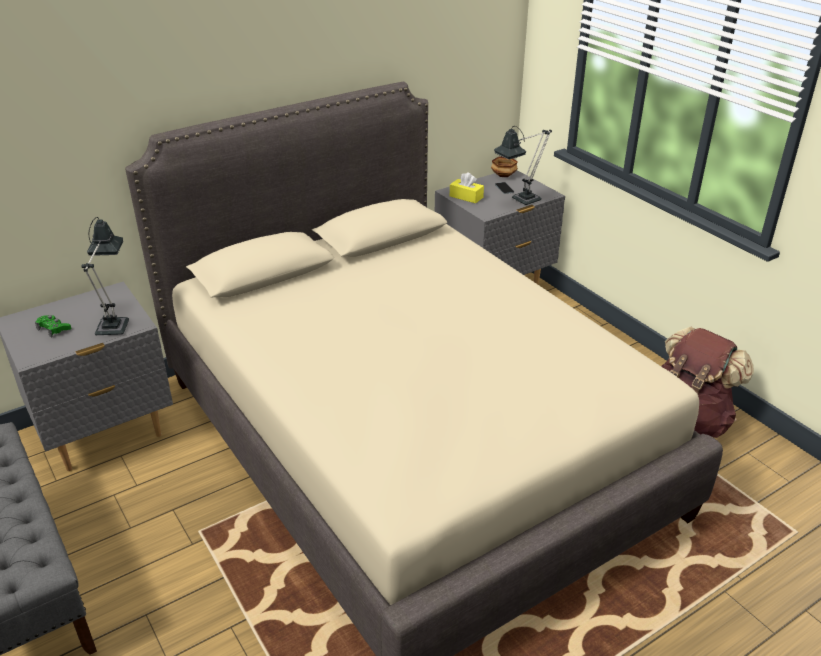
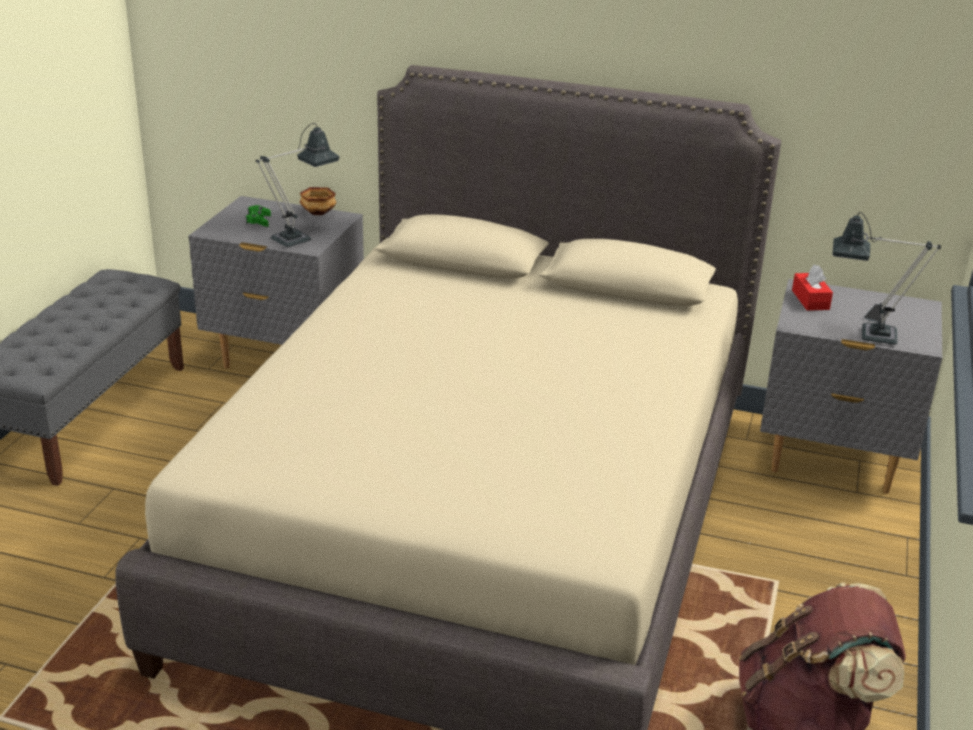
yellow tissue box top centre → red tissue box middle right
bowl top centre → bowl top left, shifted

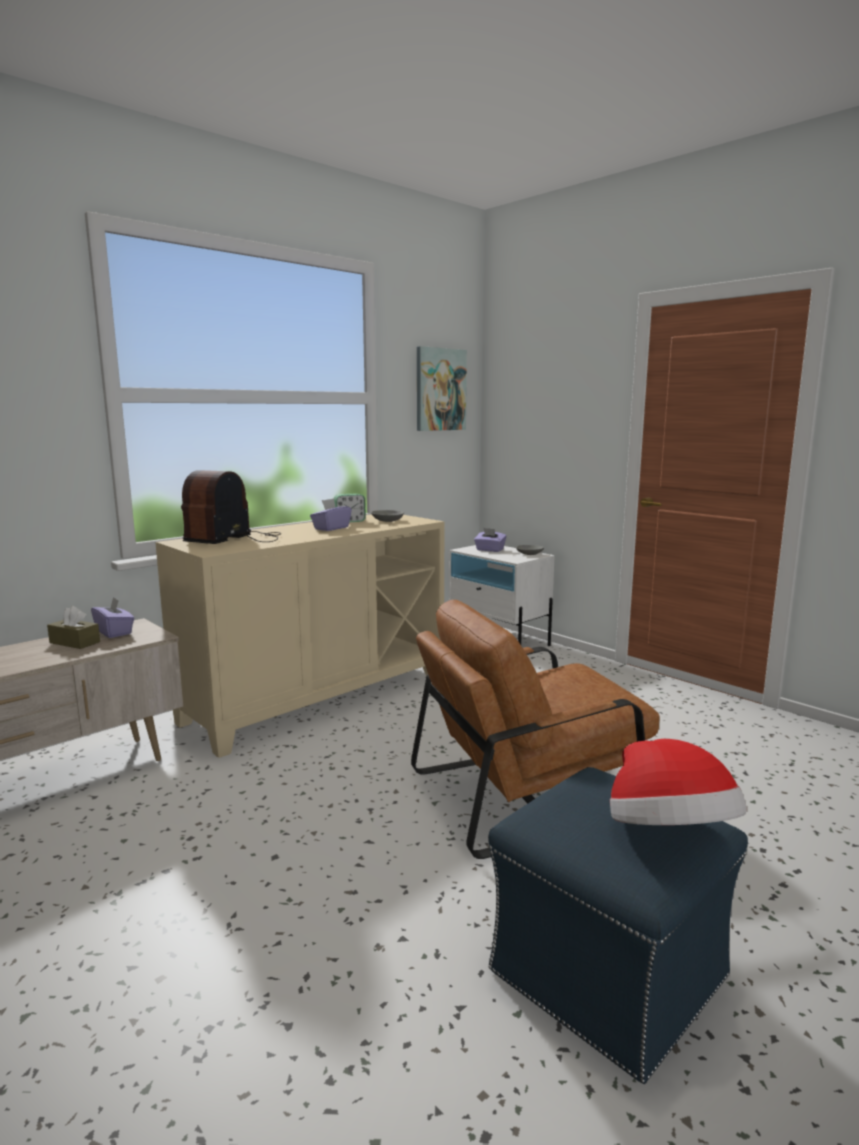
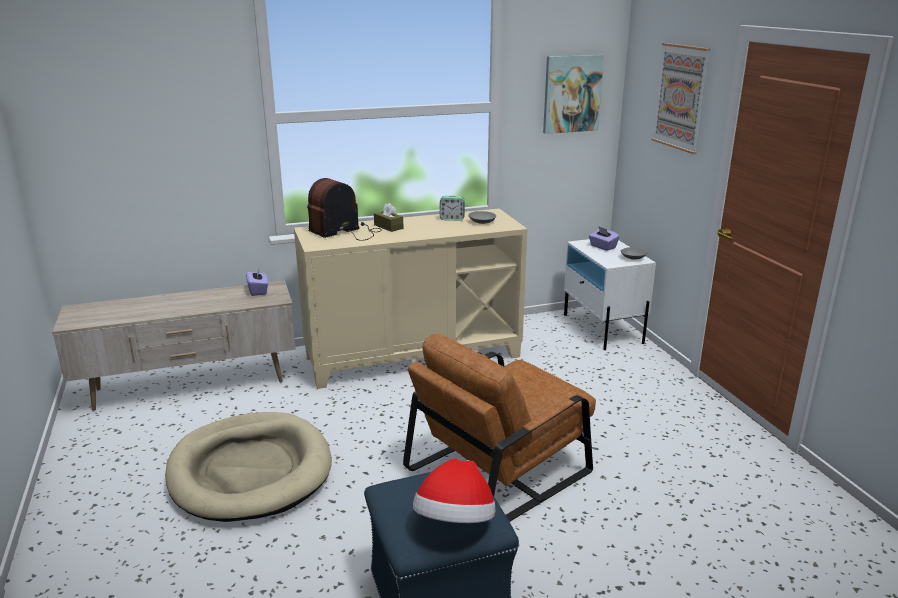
brown tissue box middle left → brown tissue box centre, shifted
purple tissue box (no. 2 from left) centre → -
brown armchair centre → brown armchair bottom centre, 45 degrees counterclockwise
- → beige dog bed bottom left
- → picture (no. 2 from left) top right

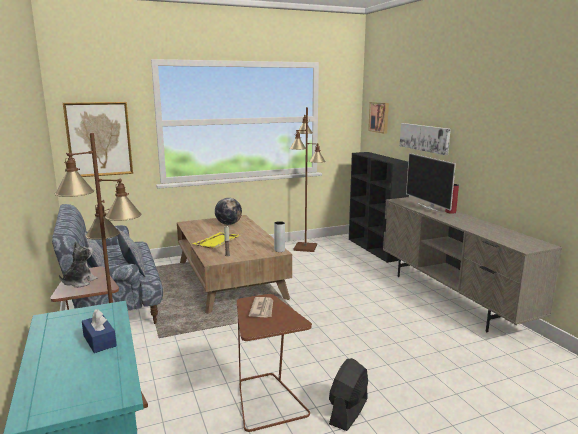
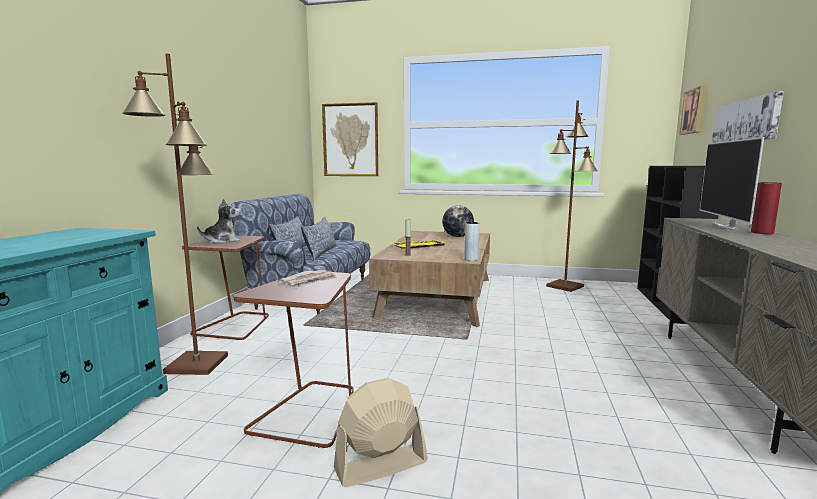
blue tissue box bottom left → -
black fan bottom centre → beige fan bottom centre

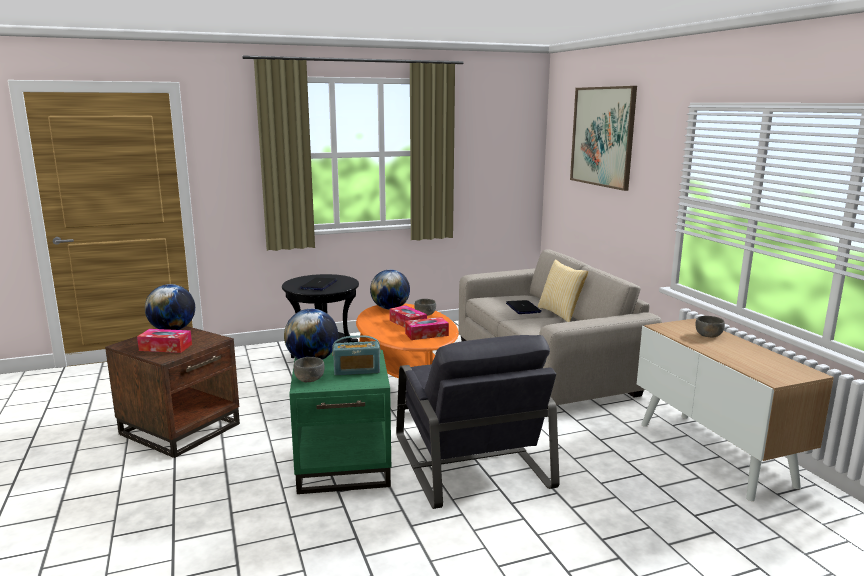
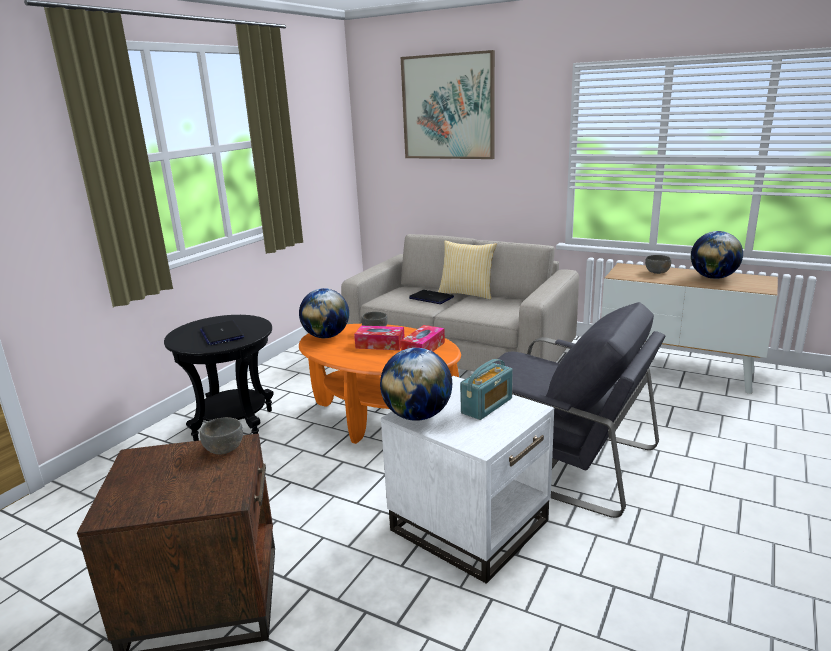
tissue box (no. 1 from left) middle left → -
globe (no. 1 from left in the first image) middle left → globe (no. 3 from left) middle right, shifted
green side table bottom centre → white side table bottom centre
grey bowl (no. 1 from left) centre → grey bowl (no. 1 from left) bottom left, shifted

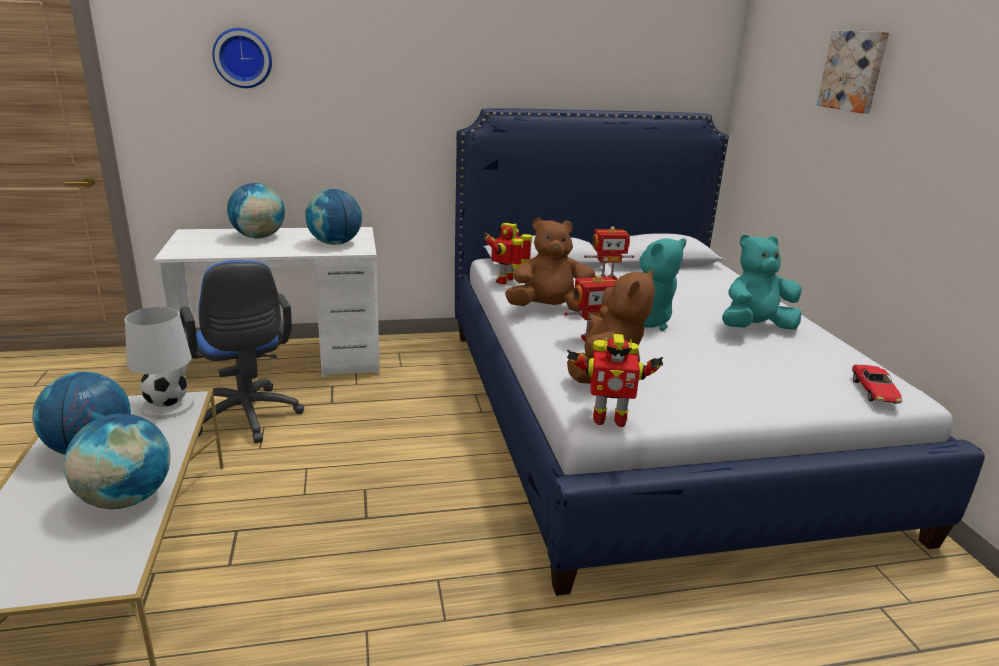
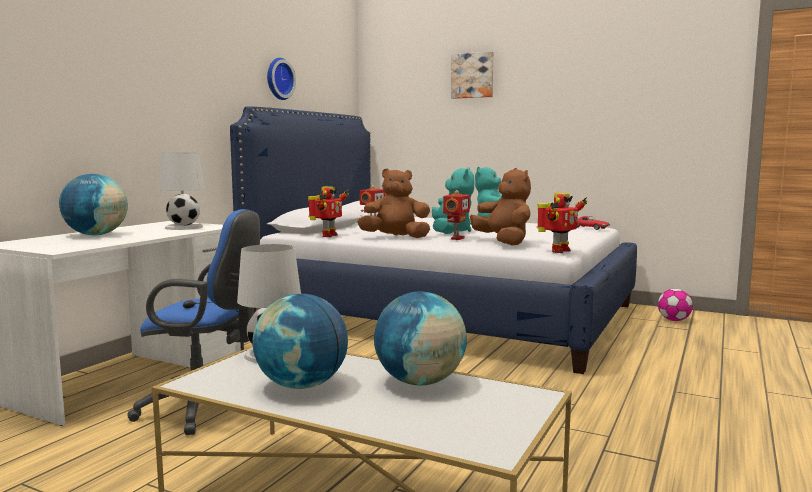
wall clock top left → wall clock top centre, shifted
globe (no. 4 from left) top centre → white table lamp (no. 1 from left) middle left
toy robot (no. 1 from left) centre, 135 degrees counterclockwise
brown plush toy (no. 1 from left) centre, 60 degrees clockwise
- → football middle right

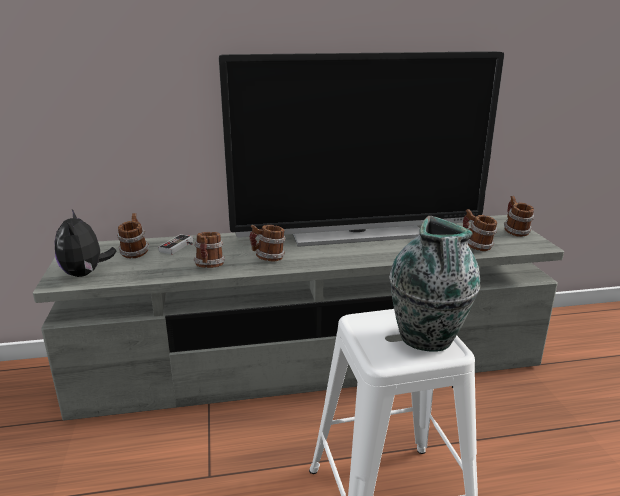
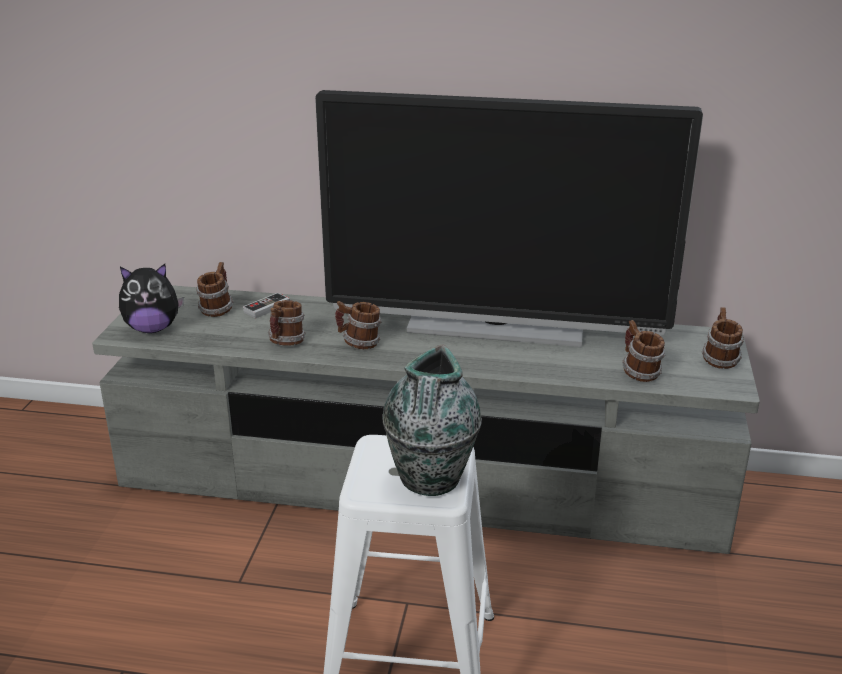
plush toy middle left, 105 degrees counterclockwise

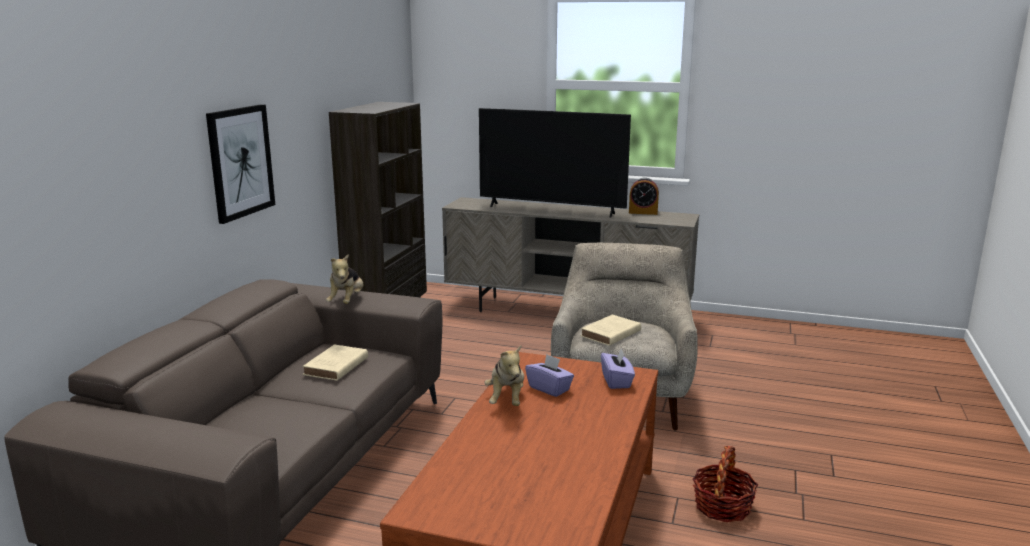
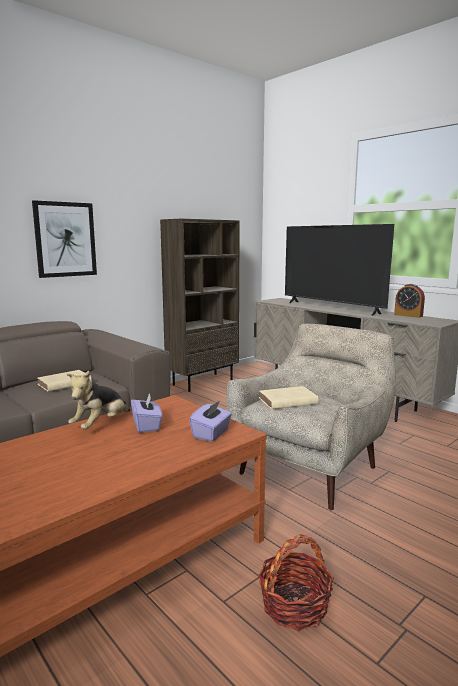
plush toy (no. 1 from left) centre → -

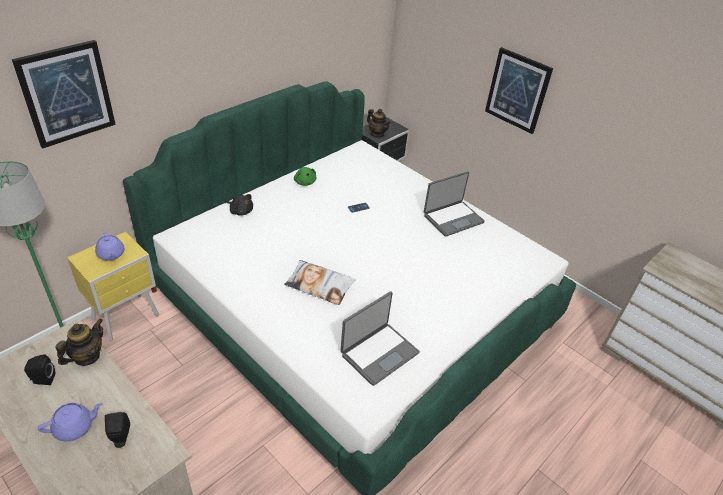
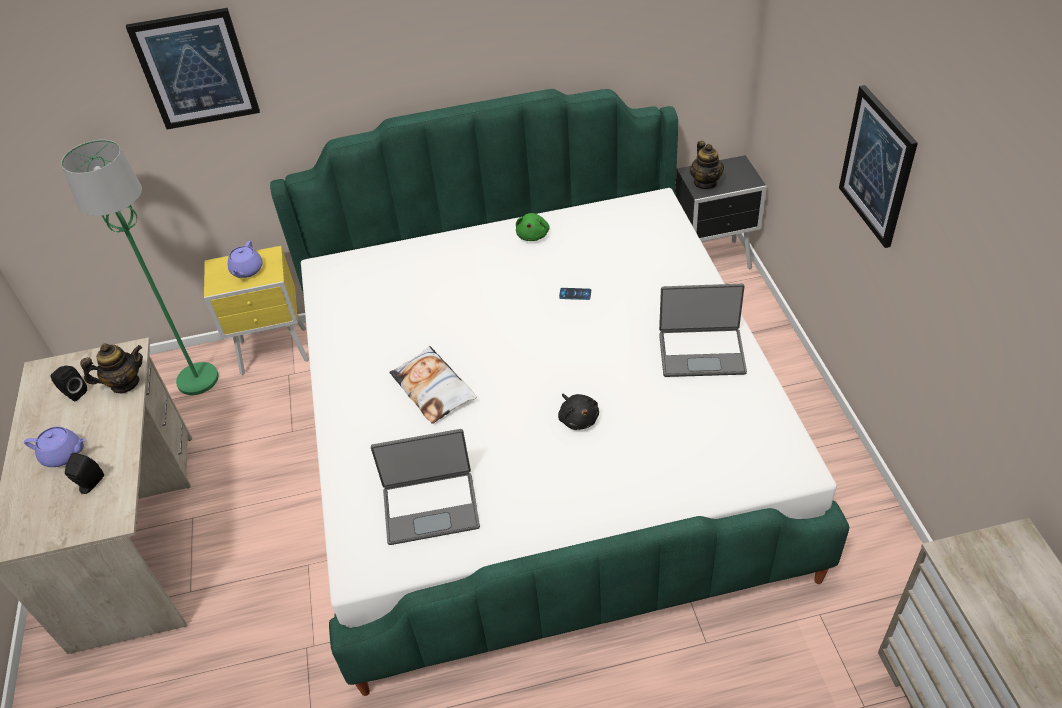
black plush toy middle left → black plush toy centre, shifted

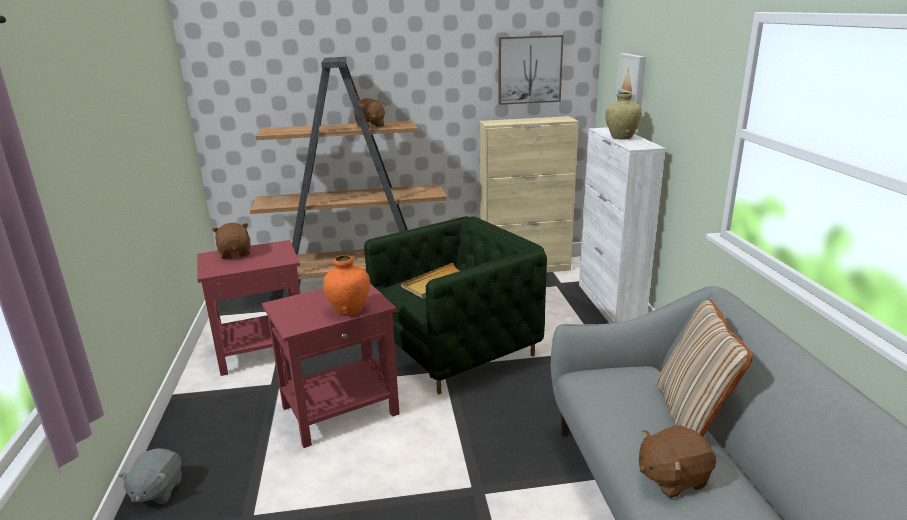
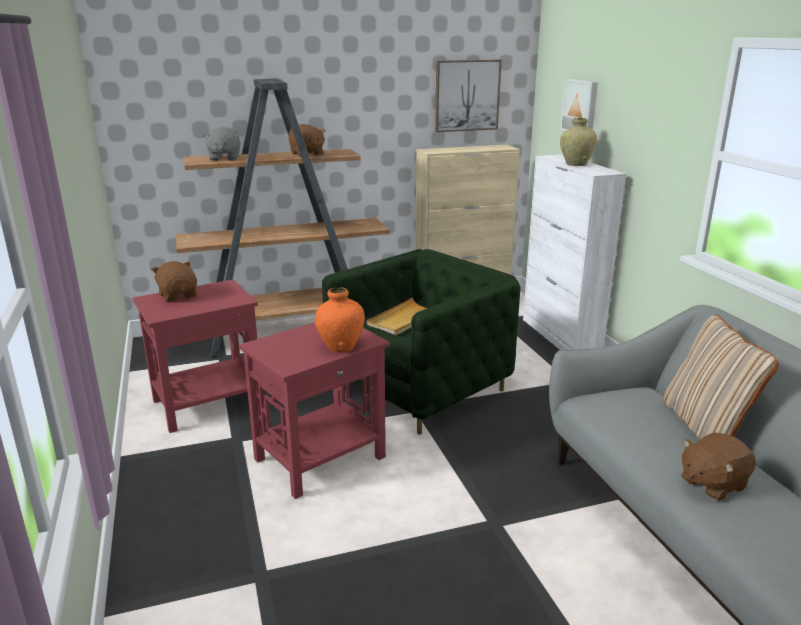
grey plush toy bottom left → grey plush toy top left, shifted

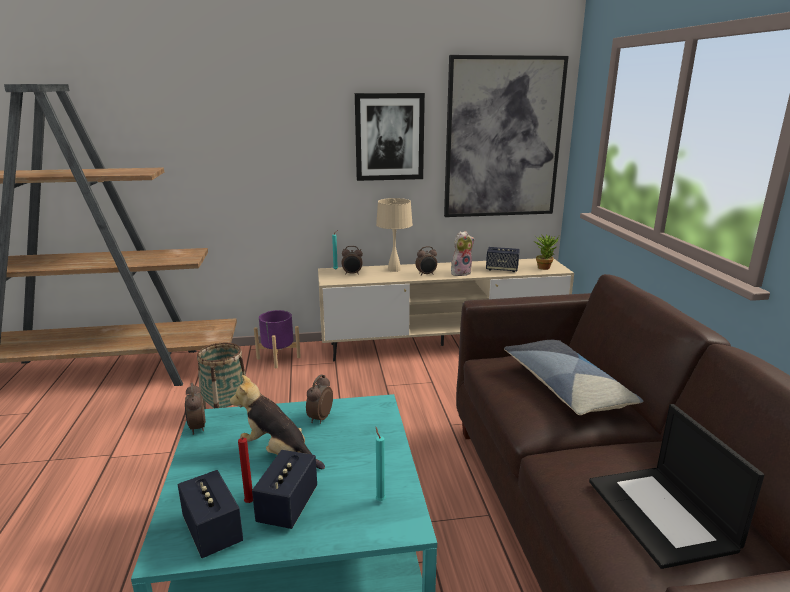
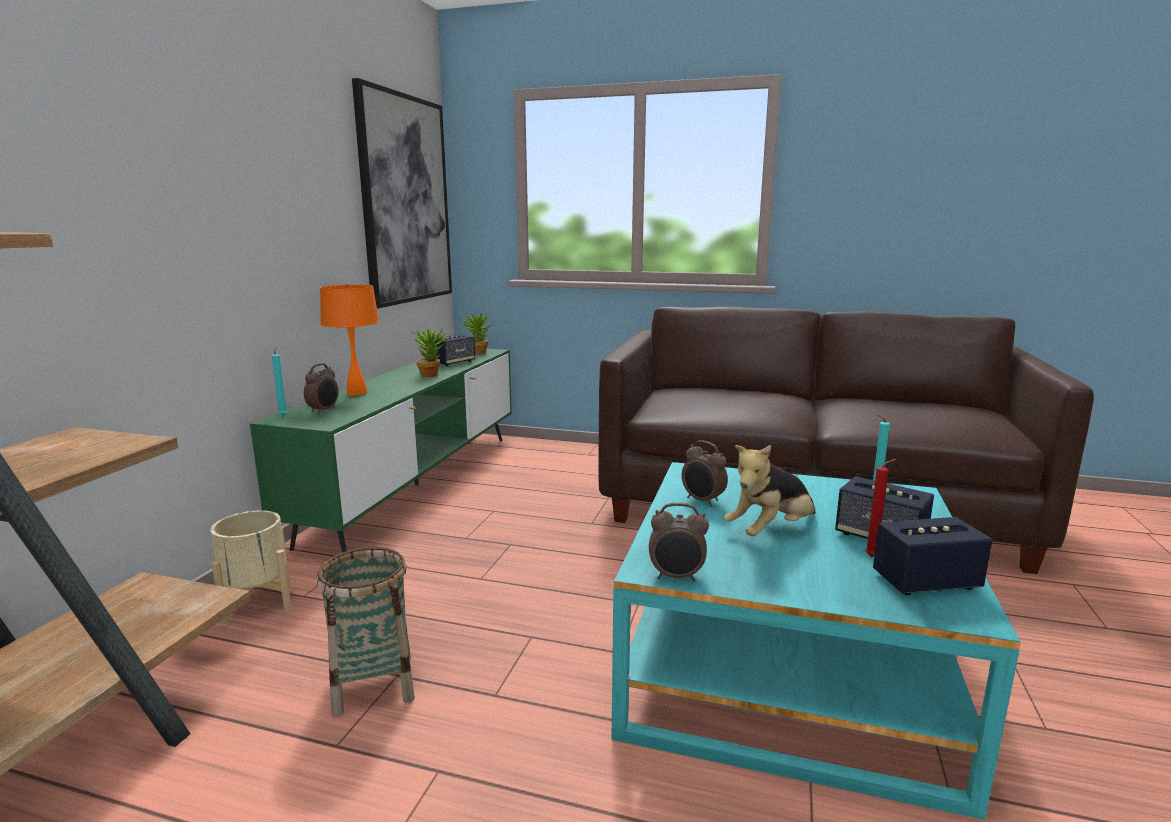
purple planter centre → beige planter bottom left
beige tv stand centre → green tv stand middle left
picture (no. 1 from left) top centre → -
beige table lamp centre → orange table lamp middle left
alarm clock (no. 4 from left) centre → -
plush toy (no. 2 from left) centre → potted plant (no. 1 from left) centre
pillow middle right → -
laptop bottom right → -

